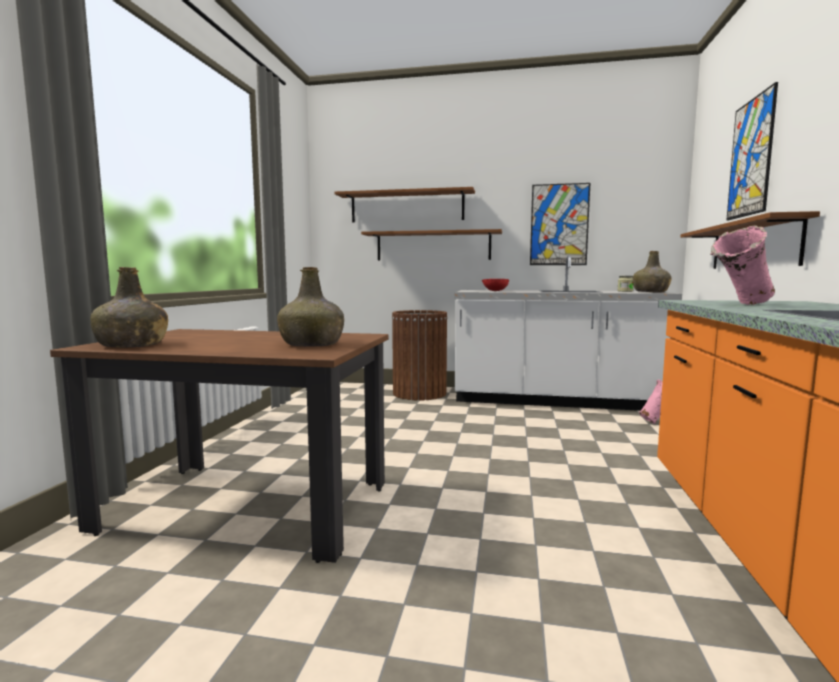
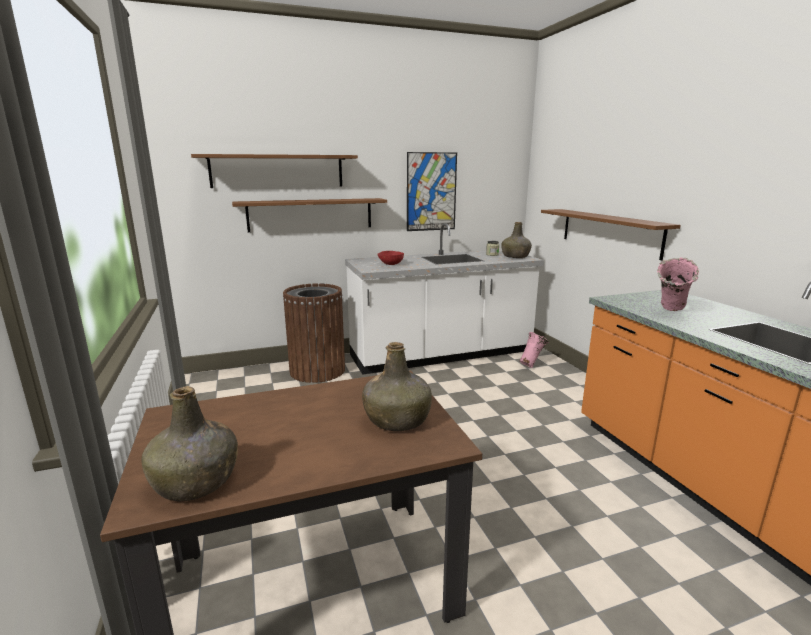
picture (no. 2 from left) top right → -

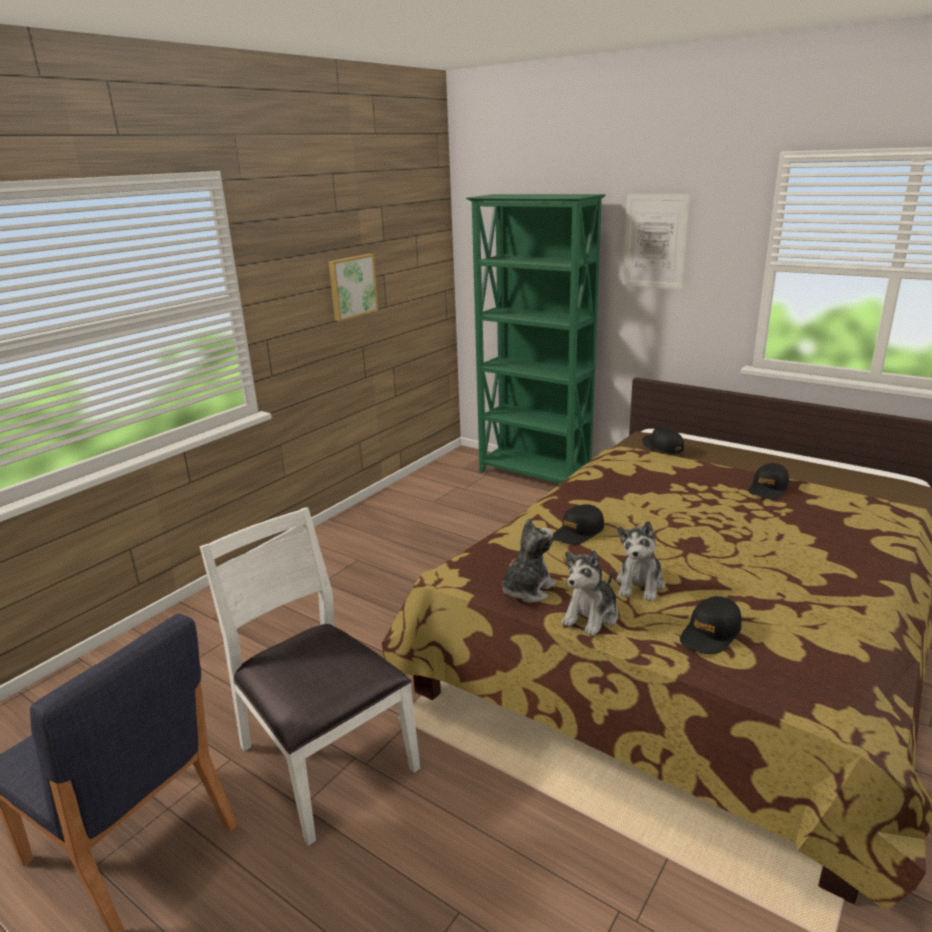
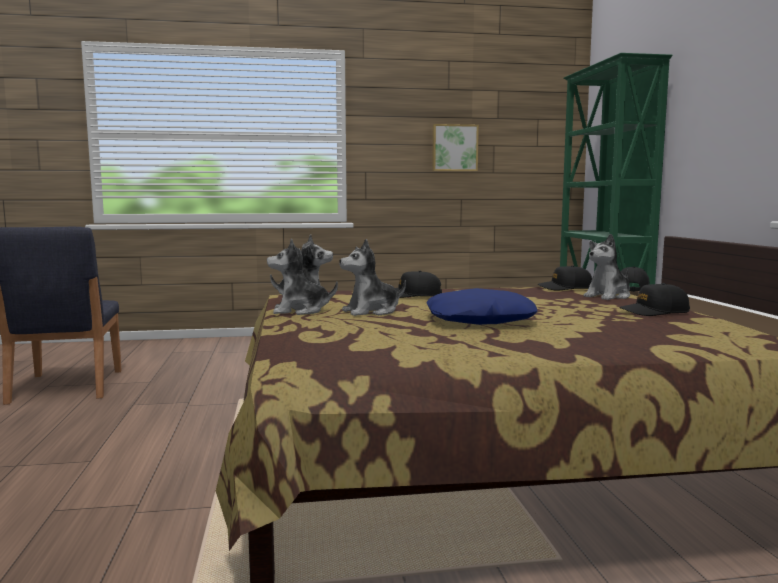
white chair bottom left → -
picture (no. 2 from left) top right → -
black cap (no. 3 from left in the first image) bottom right → black cap (no. 2 from left) middle right, shifted
- → blue pillow centre
- → plush toy (no. 4 from left) middle right

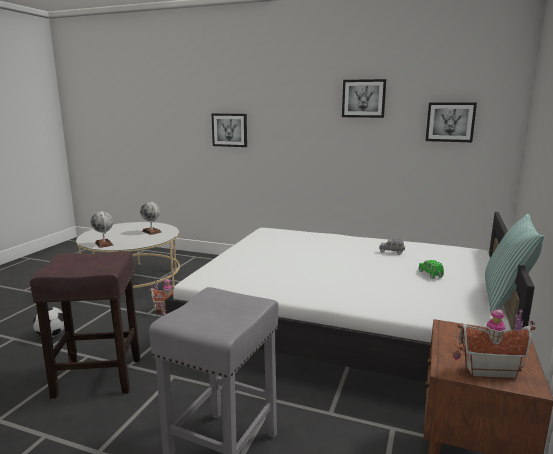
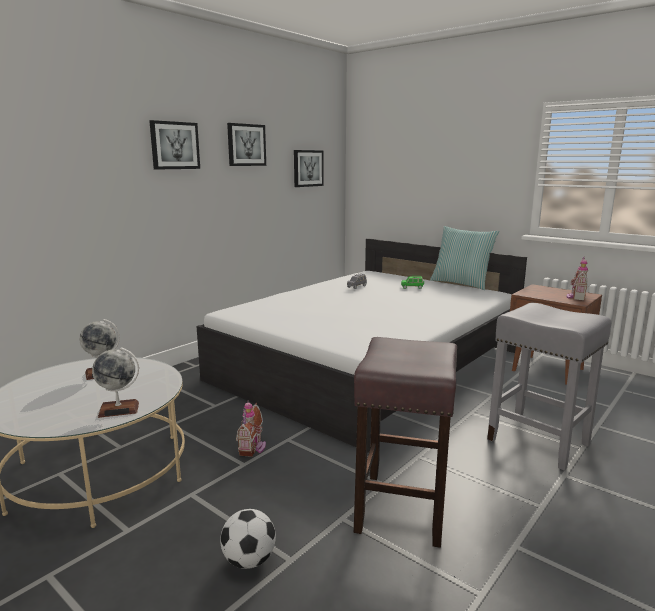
picture (no. 1 from left) top centre → picture (no. 1 from left) top left, shifted

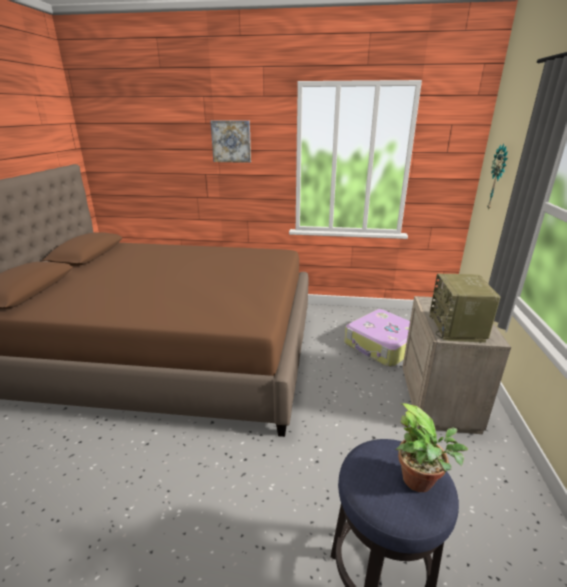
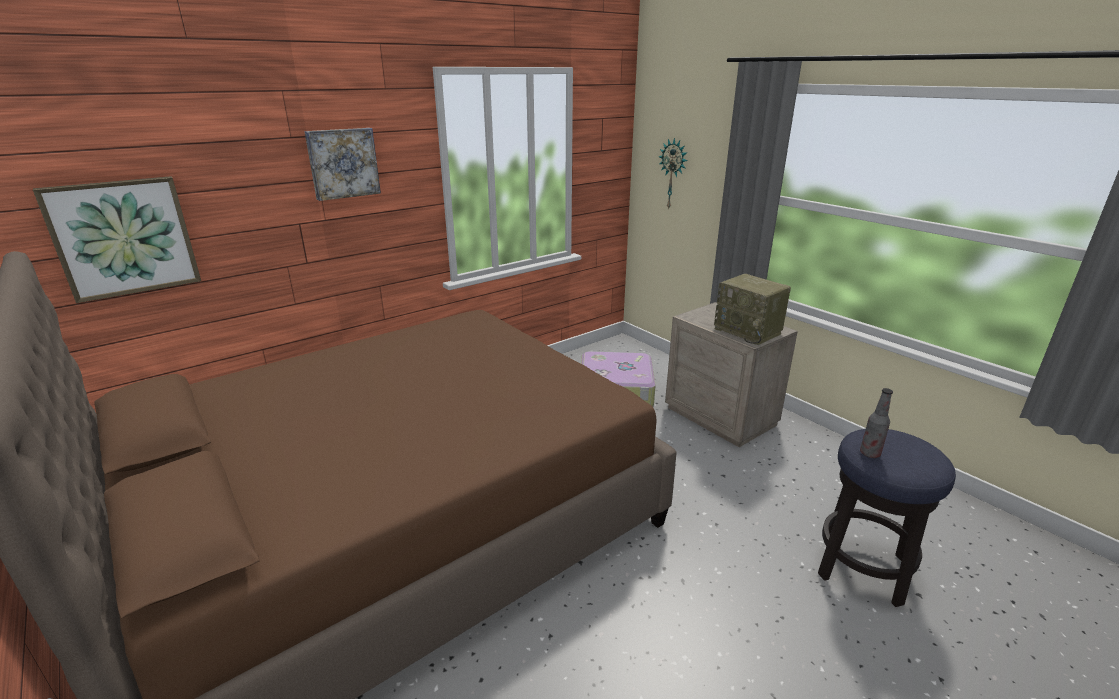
potted plant bottom right → -
- → picture (no. 1 from left) middle left
- → bottle middle right

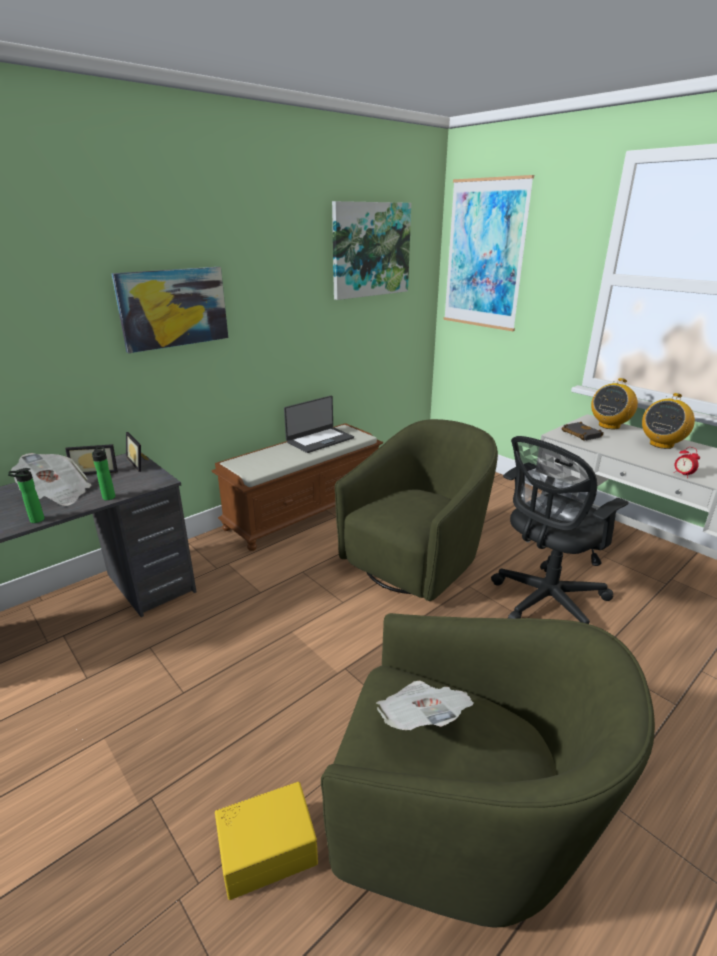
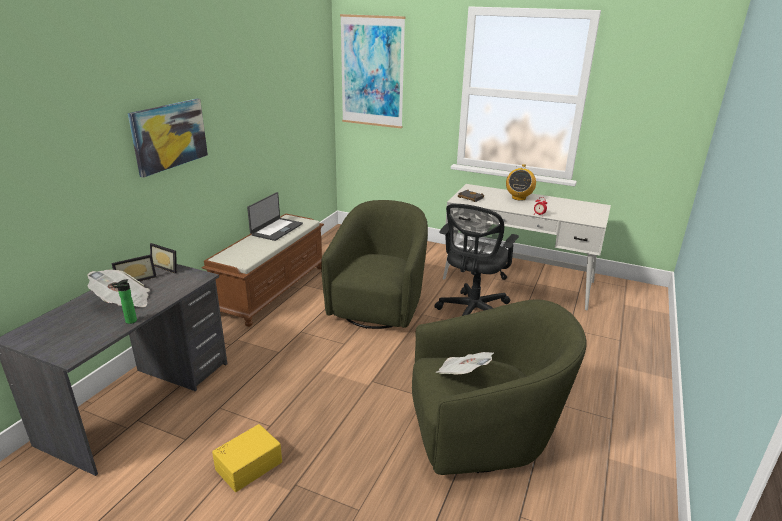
bottle (no. 2 from left) middle left → -
yellow storage box bottom centre → yellow storage box bottom left, shifted
picture (no. 2 from left) top centre → -
radio (no. 1 from left) middle right → -

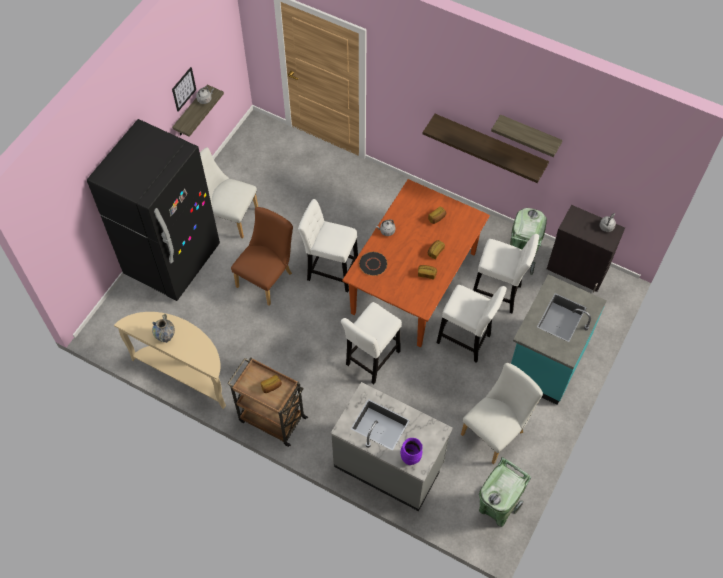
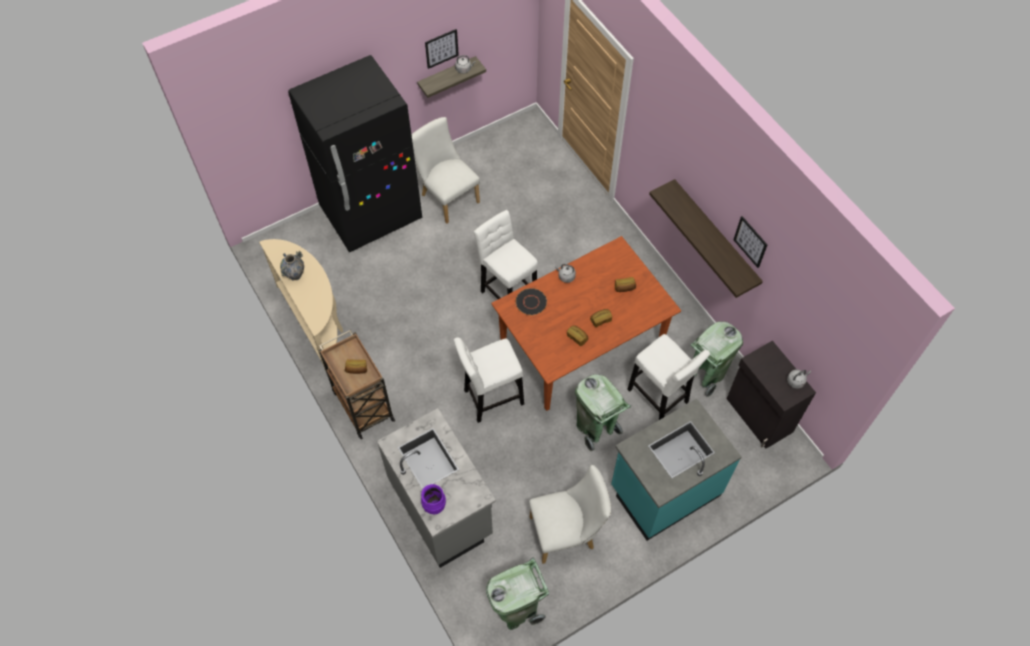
brown chair centre → -
white stool (no. 3 from left) centre → green trash can (no. 2 from left) centre
shelf (no. 3 from left) top right → picture (no. 2 from left) middle right

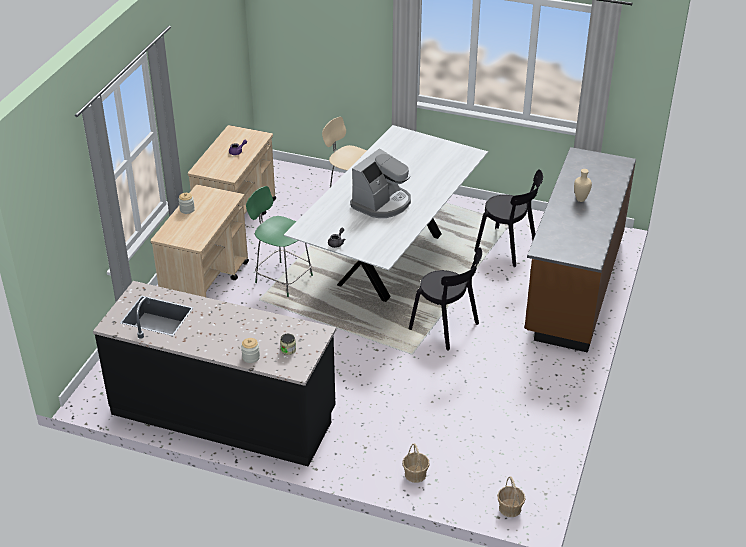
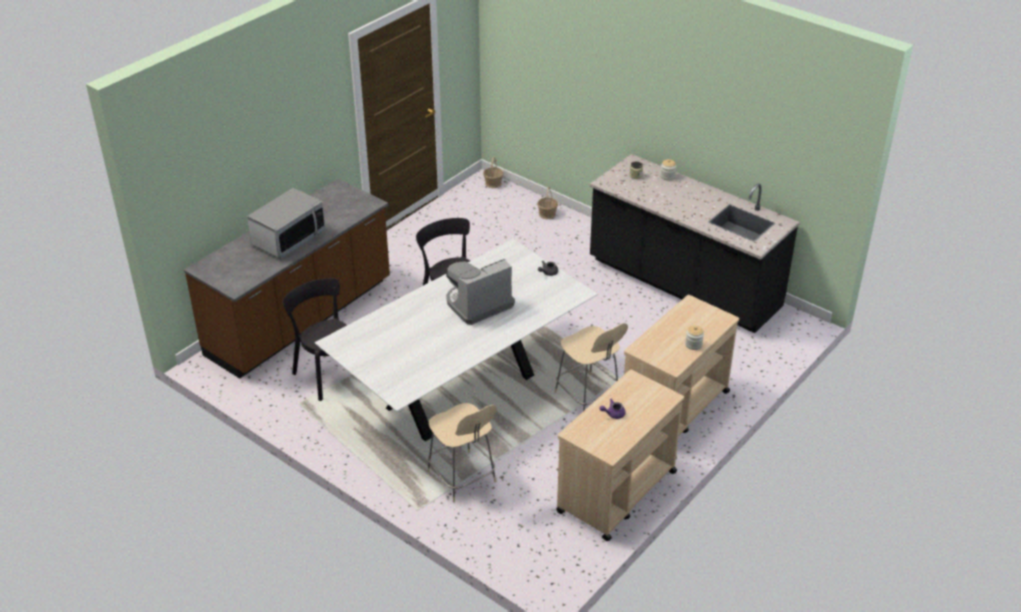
green chair centre → beige chair (no. 2 from left) centre
beige vase middle right → microwave middle left

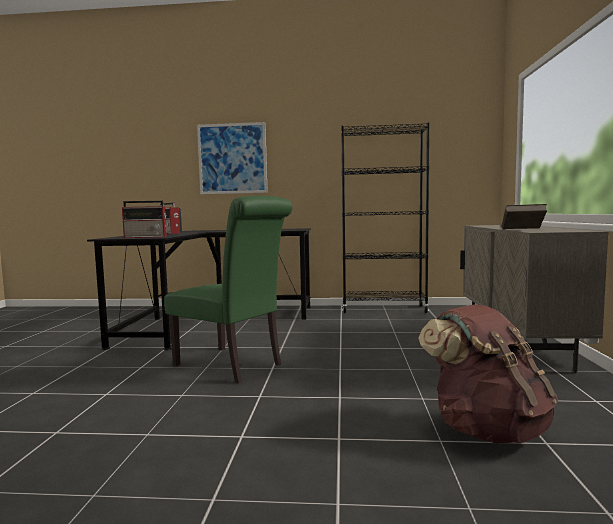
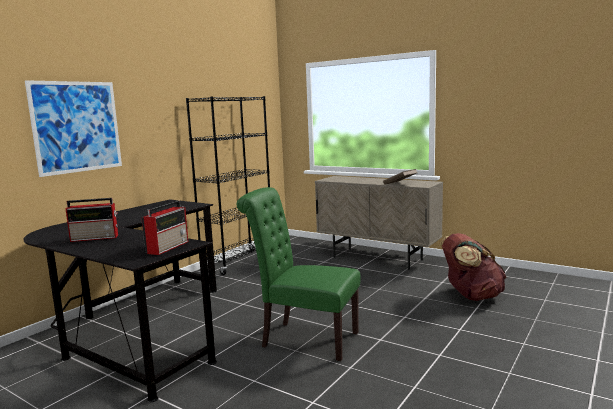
green chair centre → green chair bottom centre, 135 degrees counterclockwise

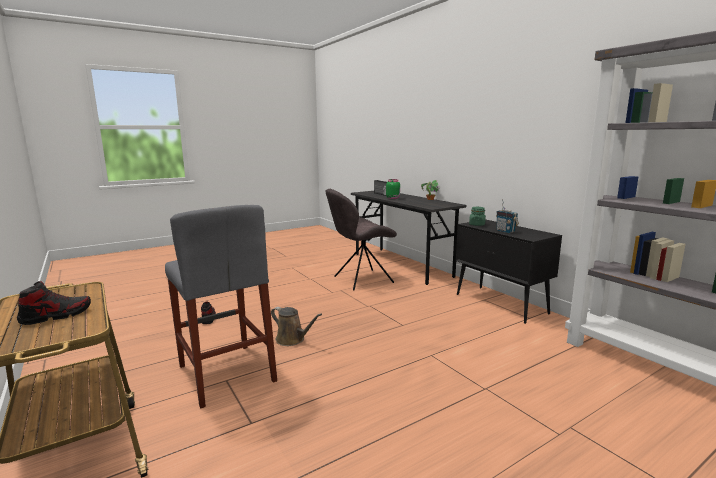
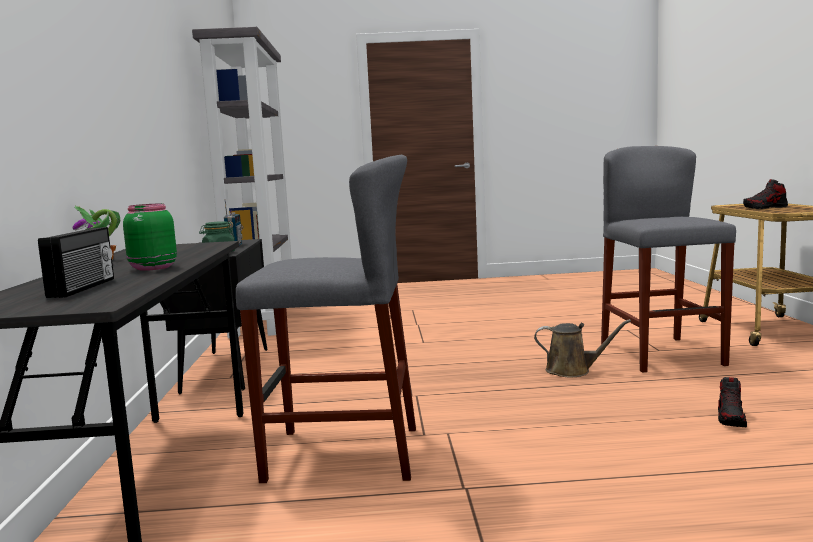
brown watering can bottom centre → brown watering can middle right, 135 degrees clockwise
grey chair centre → grey stool (no. 1 from left) centre

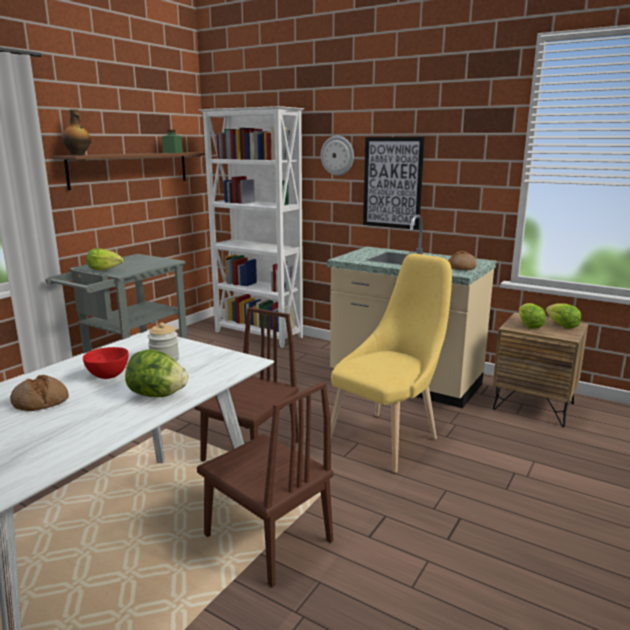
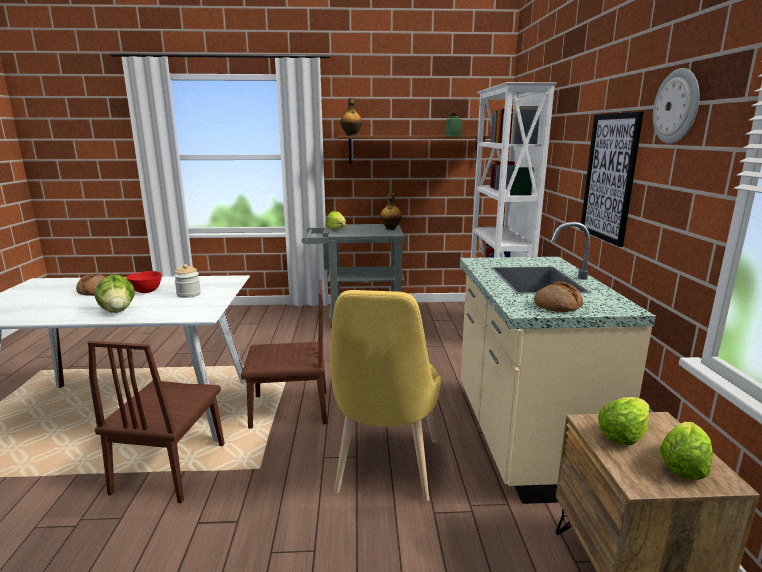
wall clock top centre → wall clock top right, shifted
yellow chair centre → yellow chair bottom centre, 90 degrees clockwise
- → bottle (no. 2 from left) centre

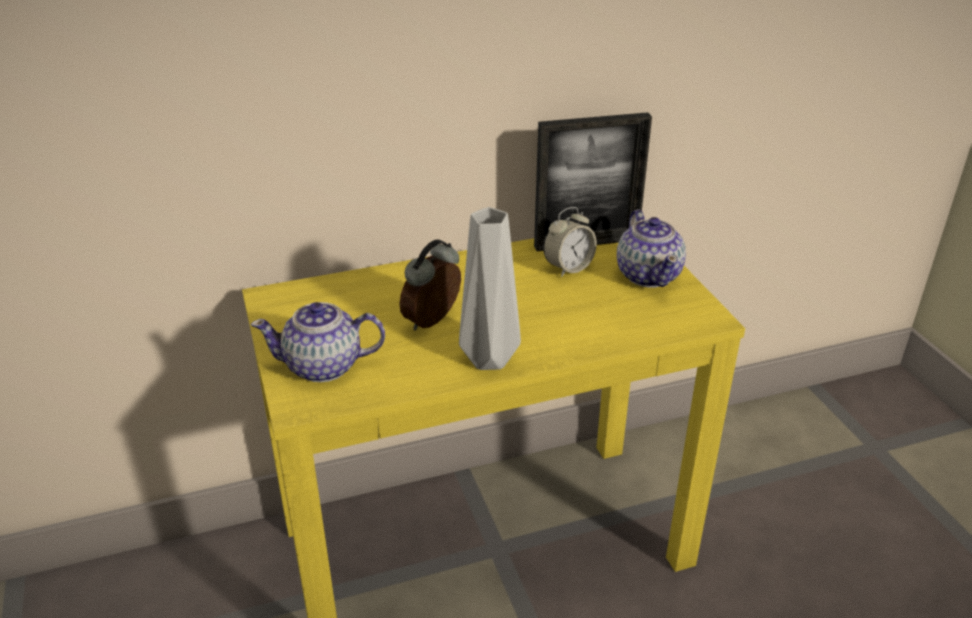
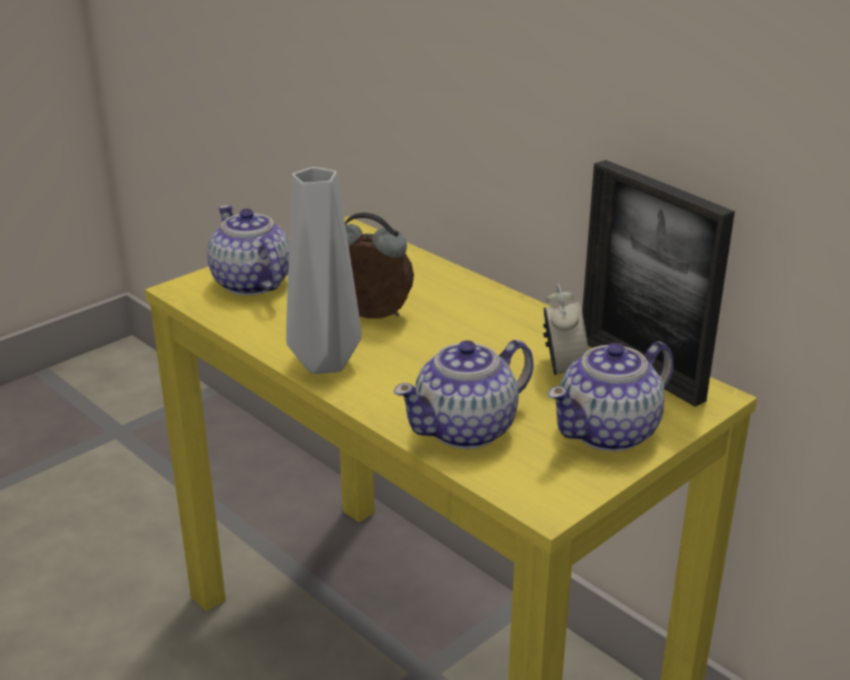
alarm clock (no. 2 from left) centre, 120 degrees counterclockwise
- → teapot (no. 2 from left) centre

